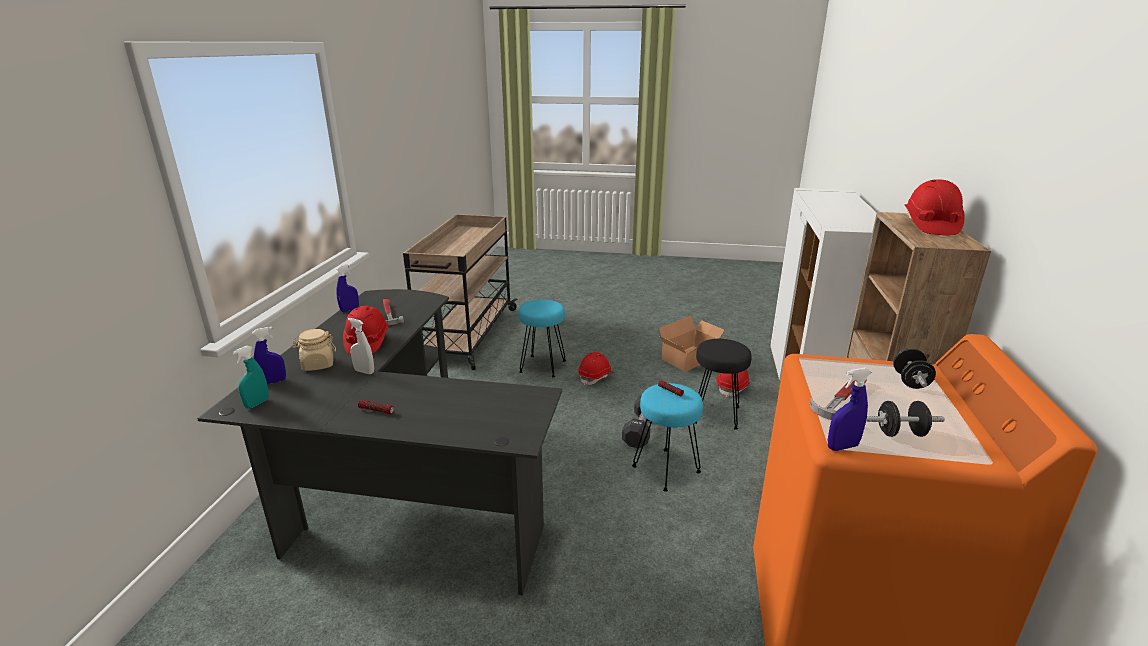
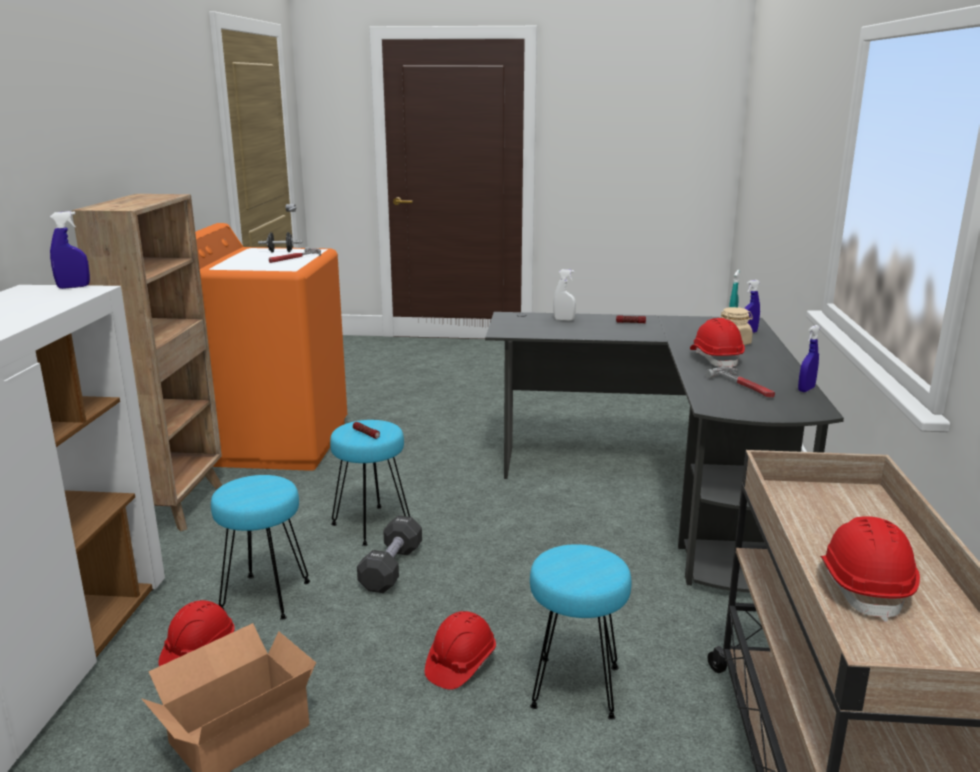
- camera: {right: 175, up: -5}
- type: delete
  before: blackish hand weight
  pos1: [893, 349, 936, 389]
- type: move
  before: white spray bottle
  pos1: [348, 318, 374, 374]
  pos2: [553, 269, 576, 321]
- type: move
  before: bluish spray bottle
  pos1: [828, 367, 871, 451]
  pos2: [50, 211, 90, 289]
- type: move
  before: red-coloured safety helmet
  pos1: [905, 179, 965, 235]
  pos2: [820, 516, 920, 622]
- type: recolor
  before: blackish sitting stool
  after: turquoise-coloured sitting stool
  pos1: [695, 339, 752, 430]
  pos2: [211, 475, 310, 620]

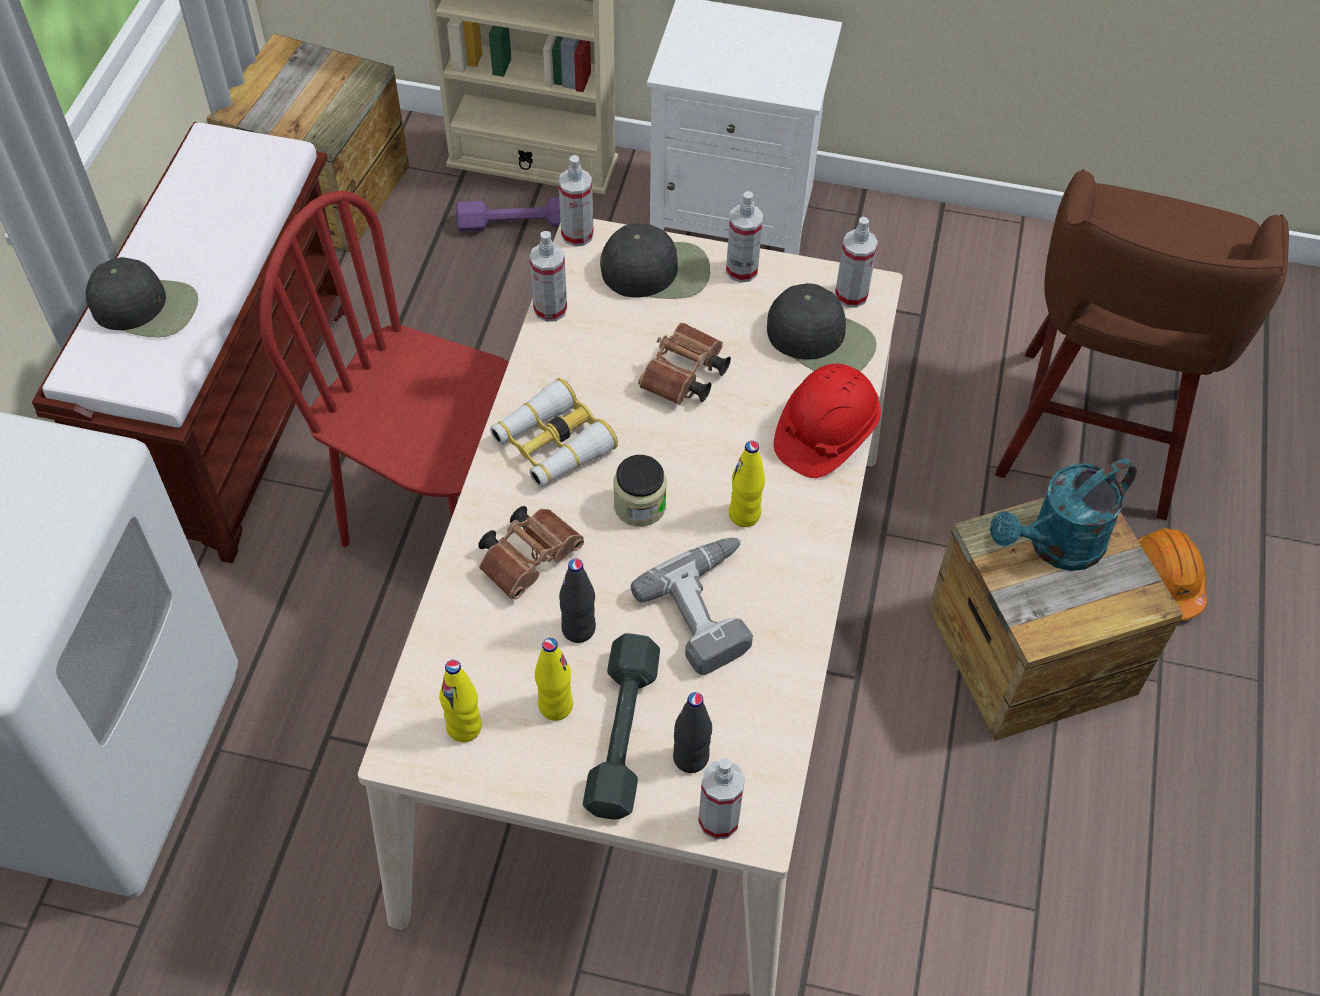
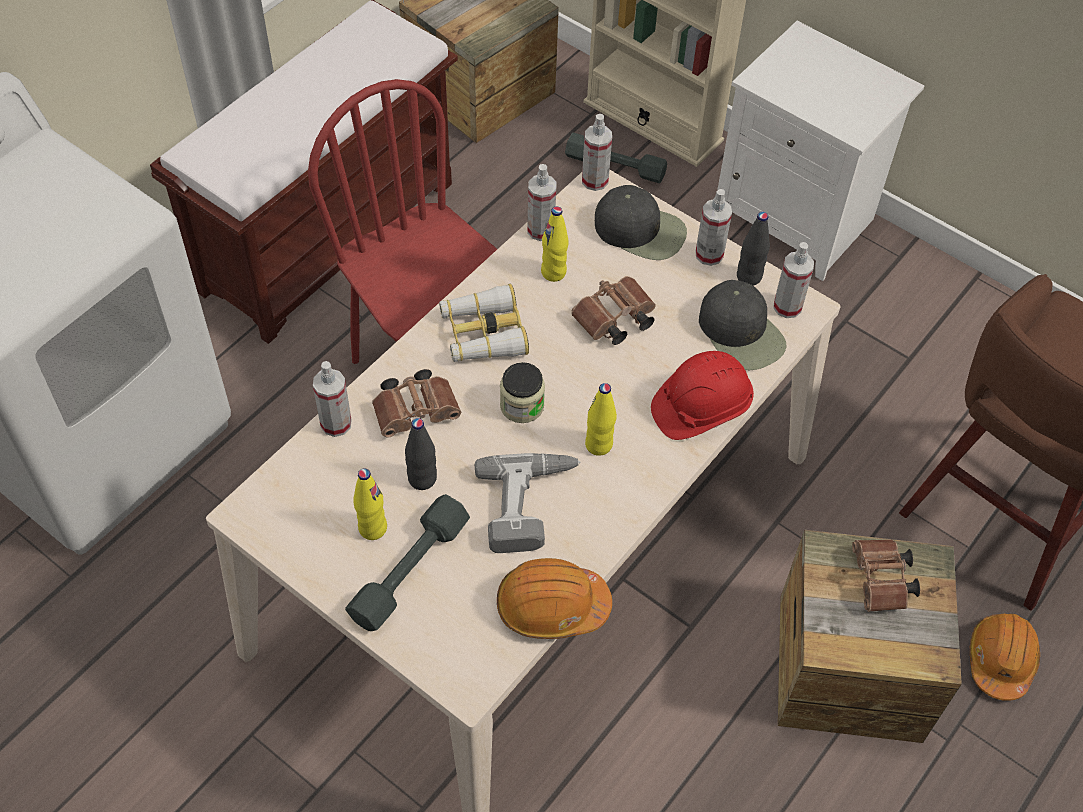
- camera: {right: 25, up: 0}
- type: delete
  before: blackish baseball cap
  pos1: [86, 257, 198, 337]
- type: insert
  after: orangey safety helmet
  pos2: [497, 558, 612, 639]
- type: move
  before: yellow beverage bottle
  pos1: [439, 660, 482, 742]
  pos2: [541, 206, 568, 282]
- type: move
  before: blackish beverage bottle
  pos1: [673, 692, 712, 773]
  pos2: [737, 212, 770, 286]
- type: move
  before: spray bottle
  pos1: [698, 758, 745, 840]
  pos2: [313, 361, 352, 437]
- type: replace
  before: turquoise-coloured watering can
  after: brown field glasses
  pos1: [990, 459, 1137, 571]
  pos2: [852, 540, 920, 612]
- type: recolor
  before: purple-coloured hand weight
  after: grey hand weight
  pos1: [456, 197, 561, 232]
  pos2: [565, 133, 667, 183]

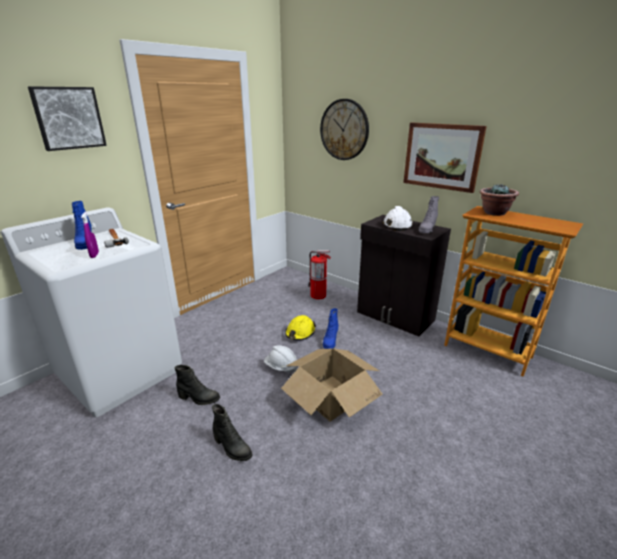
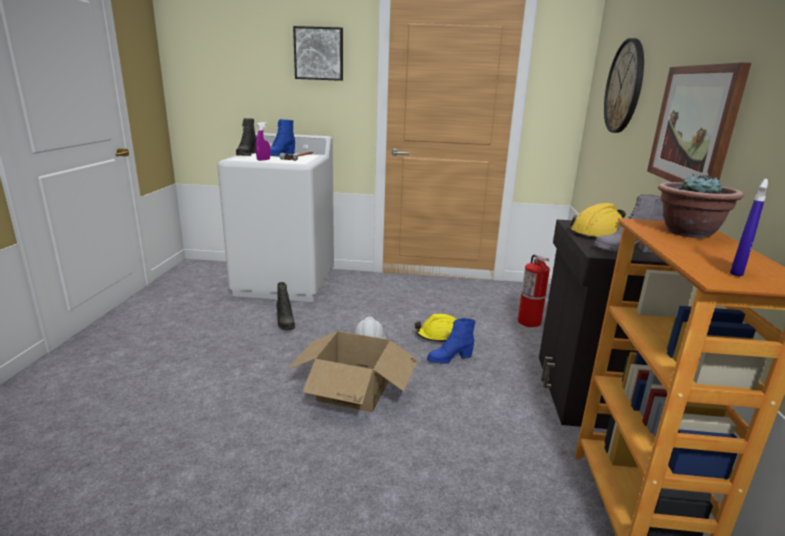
- camera: {right: 55, up: -5}
- type: insert
  after: bluish spray bottle
  pos2: [730, 179, 768, 276]
- type: move
  before: blackish tall boot
  pos1: [212, 404, 252, 461]
  pos2: [236, 118, 257, 156]
- type: recolor
  before: white safety helmet
  after: yellow safety helmet
  pos1: [383, 206, 413, 231]
  pos2: [570, 203, 626, 240]

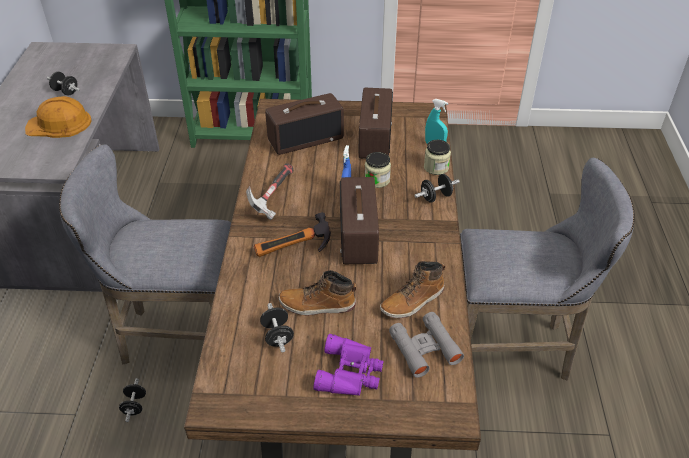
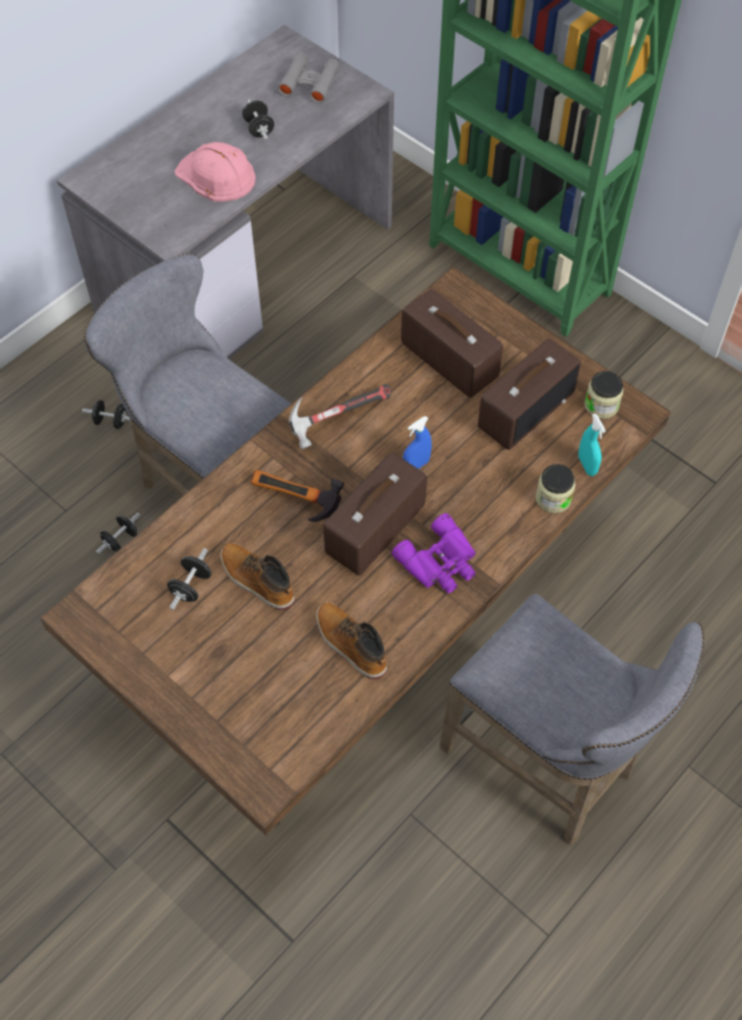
- camera: {right: 40, up: 15}
- type: move
  before: purple-coloured field glasses
  pos1: [313, 334, 383, 396]
  pos2: [392, 513, 476, 593]
- type: move
  before: storage jar
  pos1: [365, 152, 391, 188]
  pos2: [585, 371, 624, 419]
- type: move
  before: grey field glasses
  pos1: [389, 312, 464, 378]
  pos2: [278, 52, 339, 104]
- type: move
  before: blackish hand weight
  pos1: [414, 174, 460, 203]
  pos2: [82, 400, 131, 429]
- type: recolor
  before: orangey safety helmet
  after: pinkish safety helmet
  pos1: [25, 96, 92, 138]
  pos2: [175, 142, 256, 202]
- type: rotate
  before: radio
  pos1: [265, 93, 344, 155]
  pos2: [401, 289, 503, 398]
  turn: -150
- type: rotate
  before: tall boot
  pos1: [380, 261, 445, 318]
  pos2: [316, 602, 387, 680]
  turn: 45

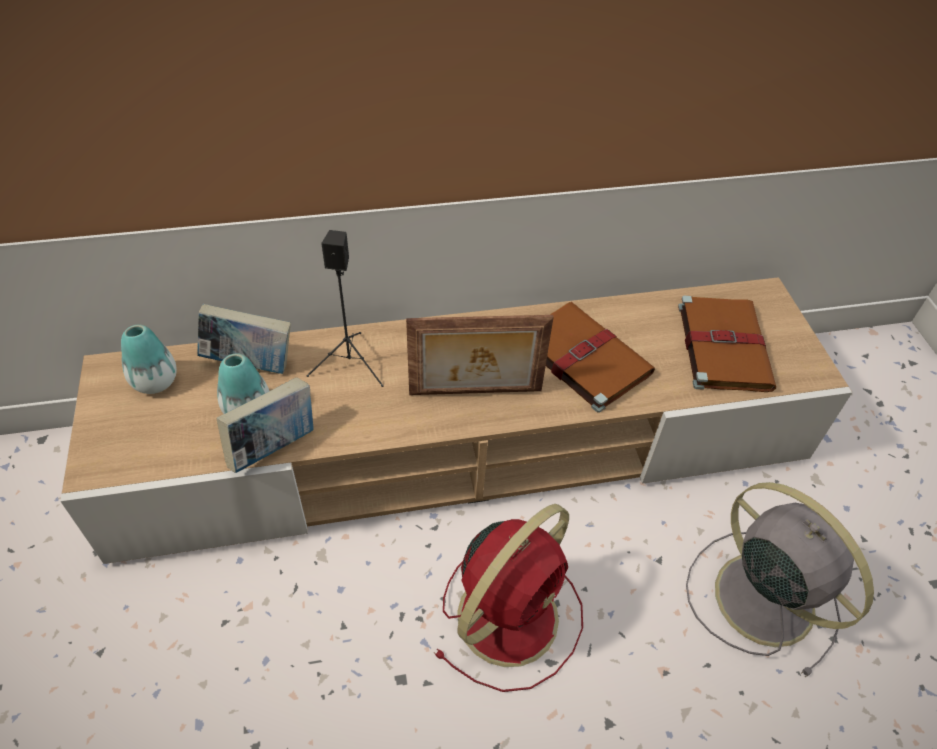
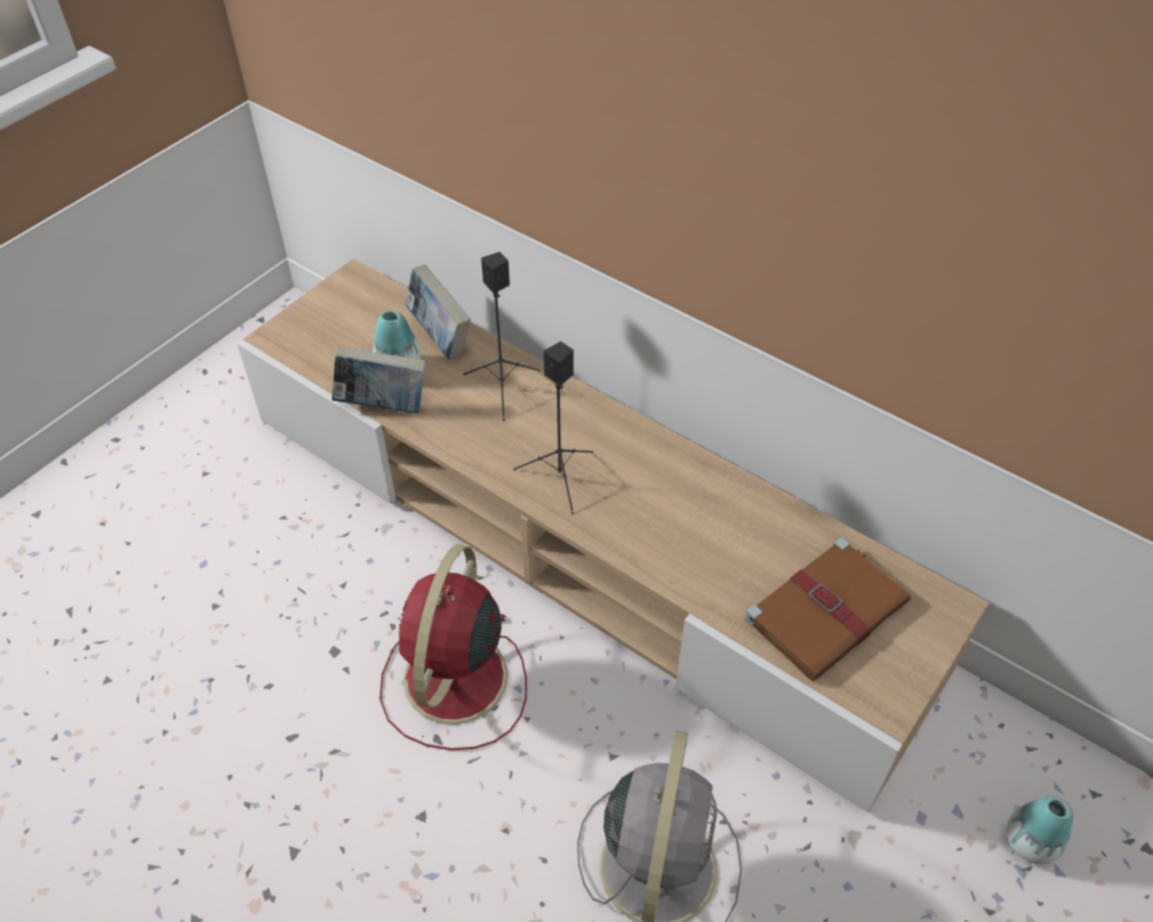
- camera: {right: 50, up: 0}
- type: delete
  before: brown book
  pos1: [546, 302, 655, 413]
- type: move
  before: decorative vase
  pos1: [121, 325, 177, 394]
  pos2: [1007, 796, 1073, 864]
- type: replace
  before: picture frame
  after: blackish speaker
  pos1: [406, 315, 554, 395]
  pos2: [514, 341, 593, 515]
- type: rotate
  before: red-coloured cooling fan
  pos1: [433, 504, 583, 692]
  pos2: [380, 544, 527, 750]
  turn: 105

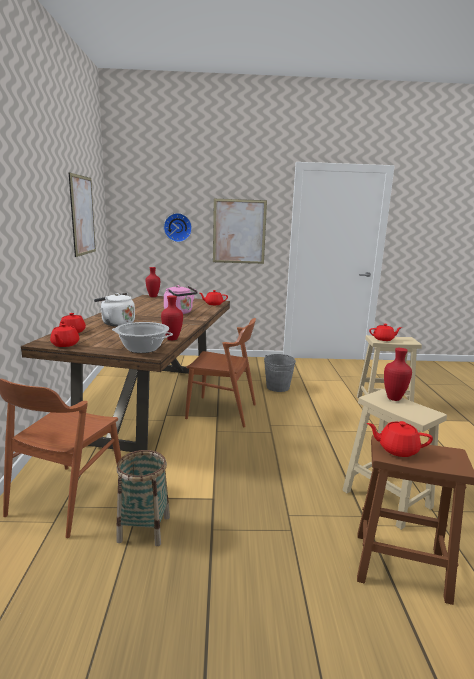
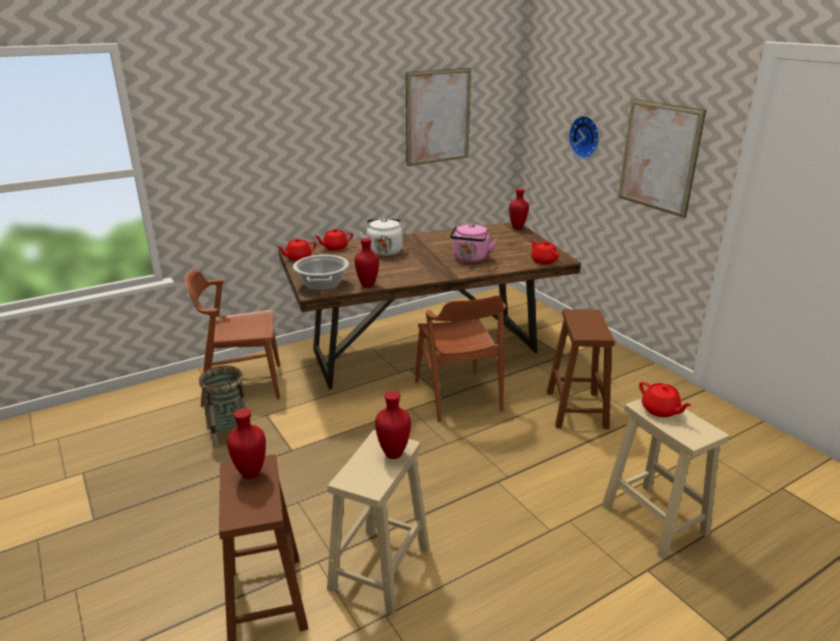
- camera: {right: 60, up: 10}
- type: replace
  before: grey bucket
  after: brown sitting stool
  pos1: [264, 354, 296, 392]
  pos2: [547, 309, 615, 429]
- type: replace
  before: red-coloured teapot
  after: red-coloured decorative vase
  pos1: [367, 421, 433, 457]
  pos2: [227, 408, 266, 479]

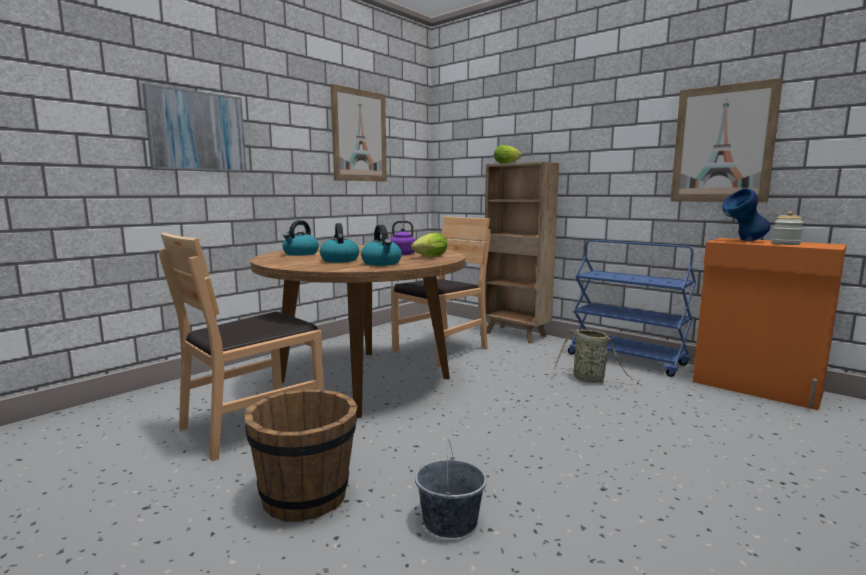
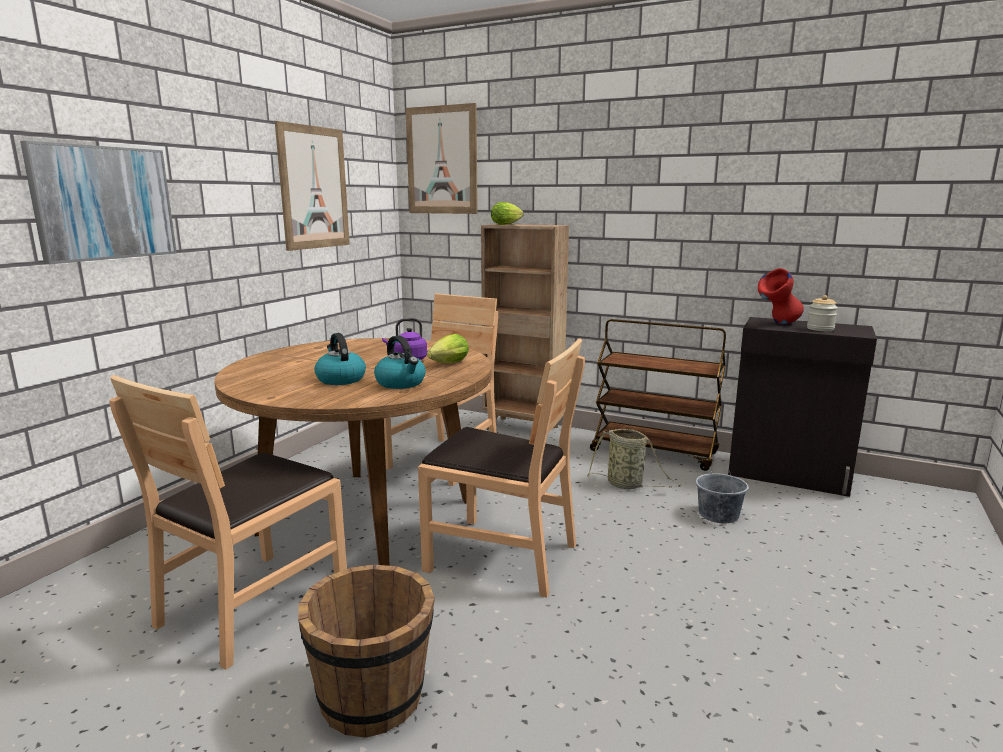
- camera: {right: -15, up: 5}
- type: delete
  before: tea kettle
  pos1: [282, 220, 319, 256]
- type: insert
  after: brown chair
  pos2: [418, 339, 585, 598]
- type: move
  before: grey bucket
  pos1: [415, 439, 487, 538]
  pos2: [696, 458, 749, 523]
- type: move
  before: wall picture
  pos1: [670, 78, 783, 202]
  pos2: [405, 103, 478, 214]
- type: recolor
  before: bluish trolley
  after: brown trolley
  pos1: [568, 240, 696, 377]
  pos2: [590, 319, 726, 471]
- type: recolor
  before: orangey storage cabinet
  after: blackish storage cabinet
  pos1: [693, 238, 847, 410]
  pos2: [728, 317, 877, 497]
- type: recolor
  before: bluish decorative vase
  after: red-coloured decorative vase
  pos1: [722, 188, 771, 241]
  pos2: [758, 268, 804, 324]

